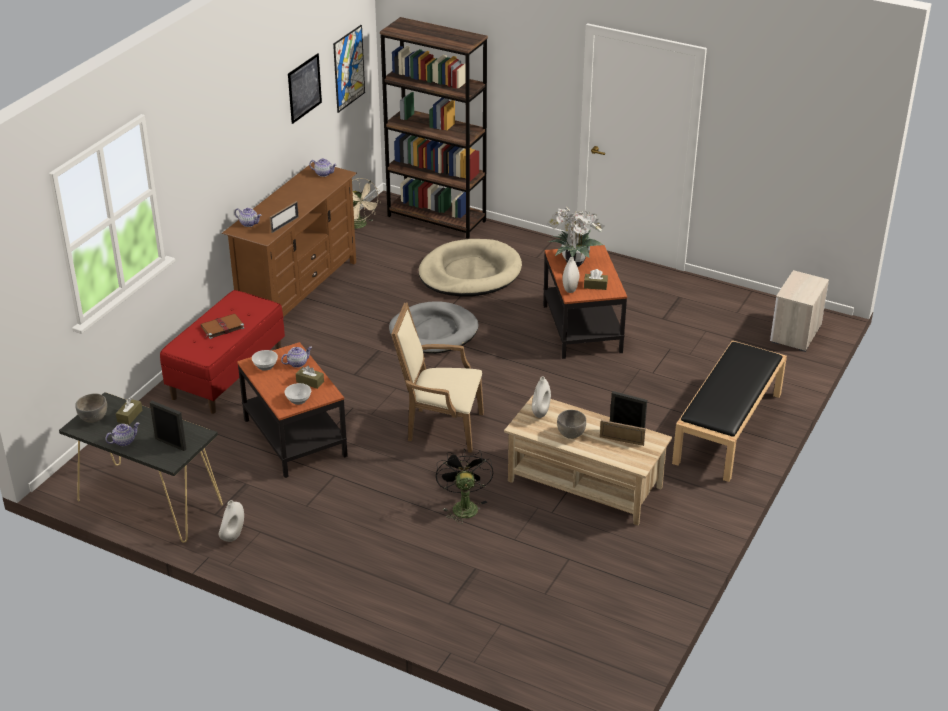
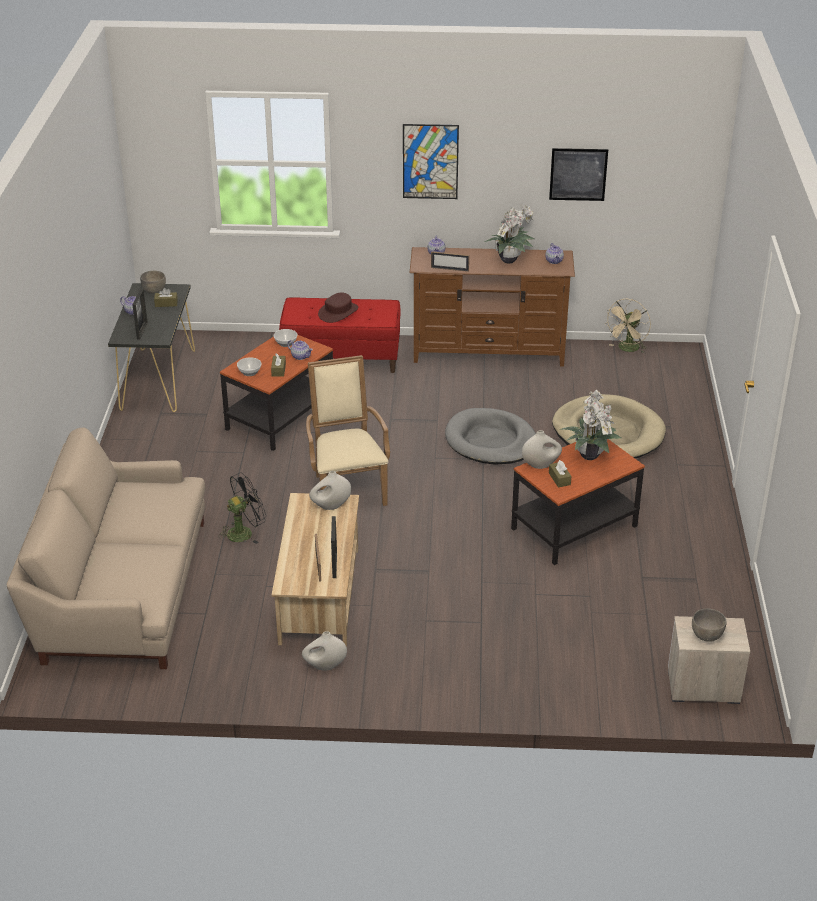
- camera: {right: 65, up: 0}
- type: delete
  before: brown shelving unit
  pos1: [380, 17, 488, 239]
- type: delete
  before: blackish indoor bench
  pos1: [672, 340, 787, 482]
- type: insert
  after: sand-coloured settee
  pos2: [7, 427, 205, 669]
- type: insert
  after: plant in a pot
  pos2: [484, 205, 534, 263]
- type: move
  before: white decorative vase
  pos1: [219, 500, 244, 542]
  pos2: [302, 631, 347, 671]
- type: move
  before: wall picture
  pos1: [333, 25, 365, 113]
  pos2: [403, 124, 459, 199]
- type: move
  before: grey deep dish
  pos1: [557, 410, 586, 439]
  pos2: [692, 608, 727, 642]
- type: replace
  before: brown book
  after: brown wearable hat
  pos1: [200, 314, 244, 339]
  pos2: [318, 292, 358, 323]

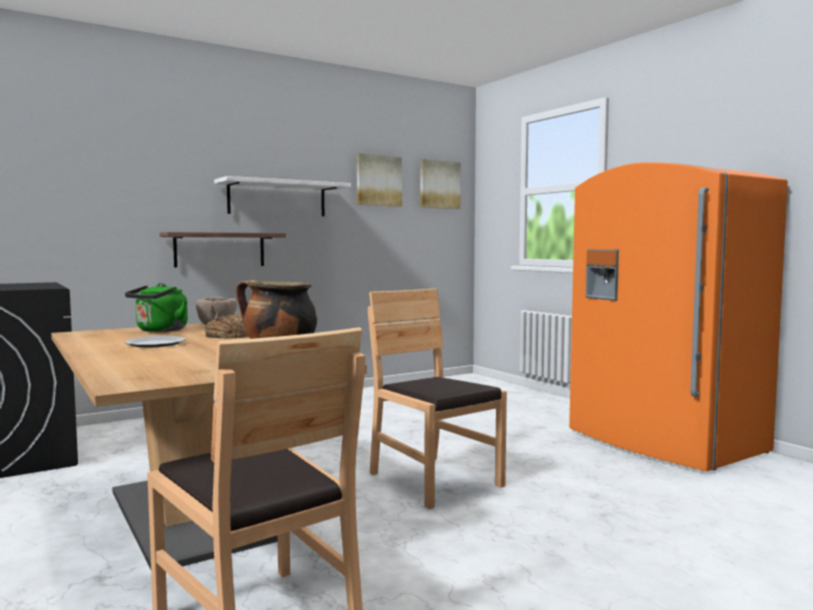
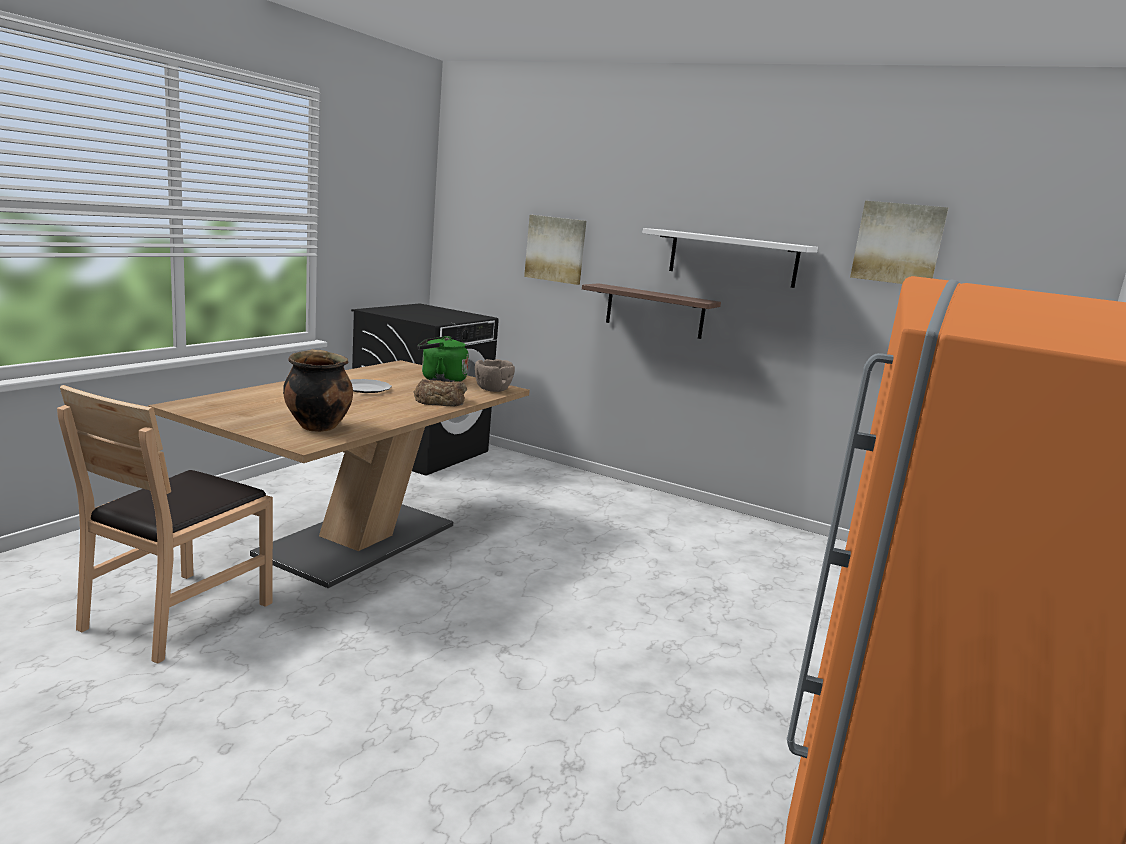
- camera: {right: 60, up: 10}
- type: delete
  before: brown chair
  pos1: [368, 288, 507, 509]
- type: move
  before: wall picture
  pos1: [420, 159, 461, 209]
  pos2: [524, 215, 586, 285]

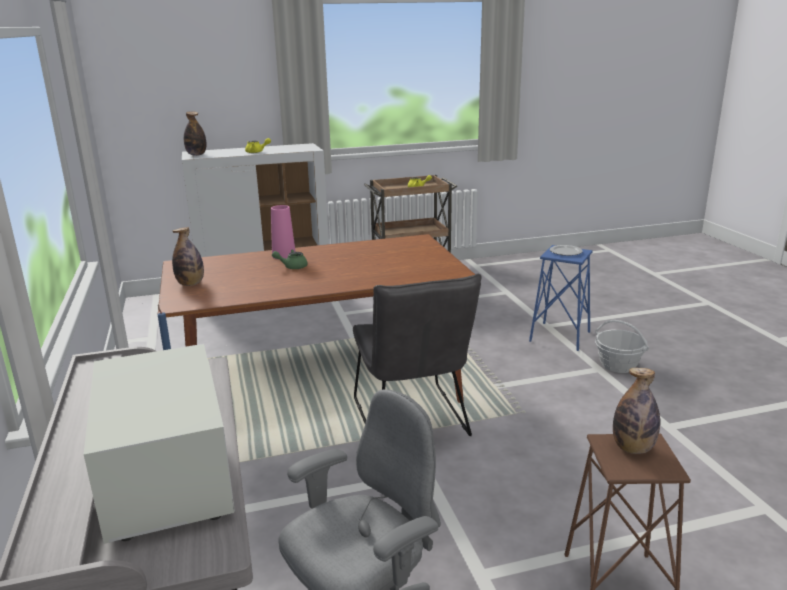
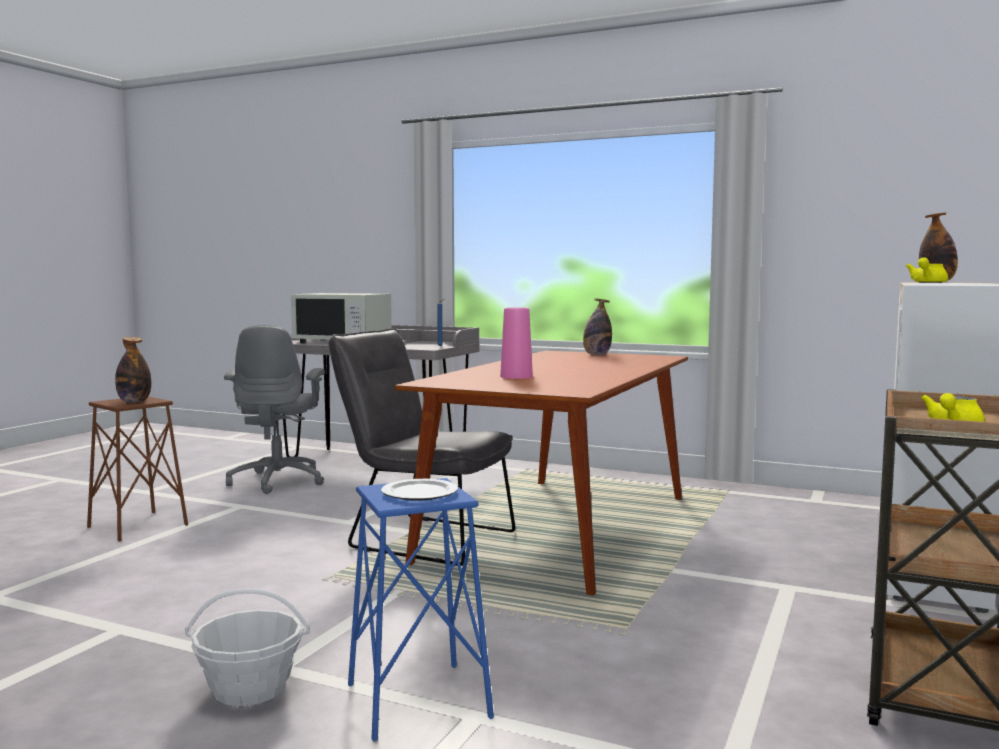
- camera: {right: 130, up: -15}
- type: delete
  before: greenish teapot
  pos1: [272, 249, 308, 269]
- type: move
  before: pinkish decorative vase
  pos1: [271, 205, 296, 260]
  pos2: [500, 308, 533, 379]

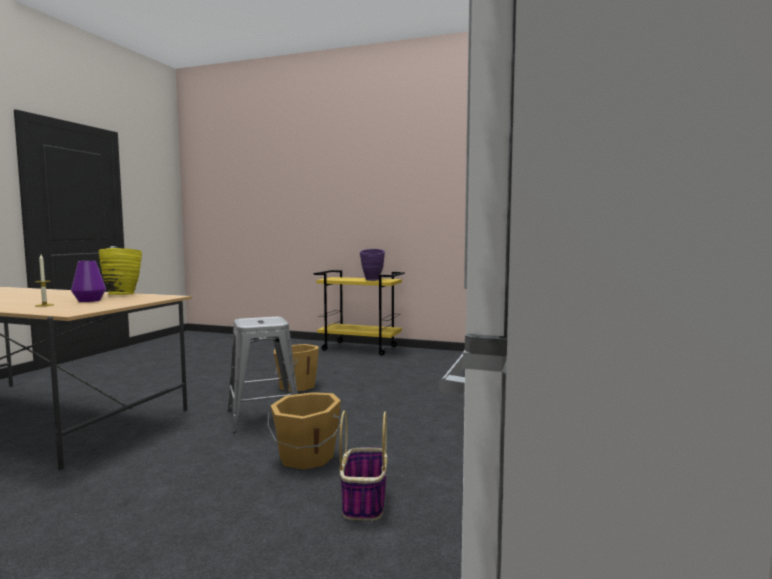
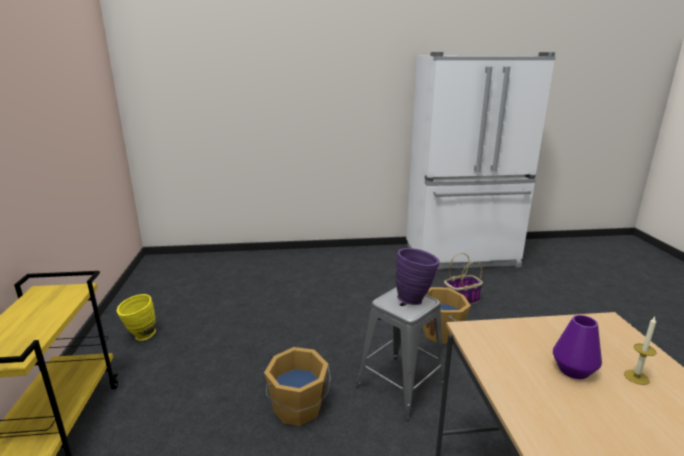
- camera: {right: -115, up: 15}
- type: move
  before: yellow decorative vase
  pos1: [98, 248, 142, 295]
  pos2: [117, 294, 156, 341]
- type: move
  before: purple-coloured decorative vase
  pos1: [360, 249, 385, 281]
  pos2: [396, 248, 440, 305]

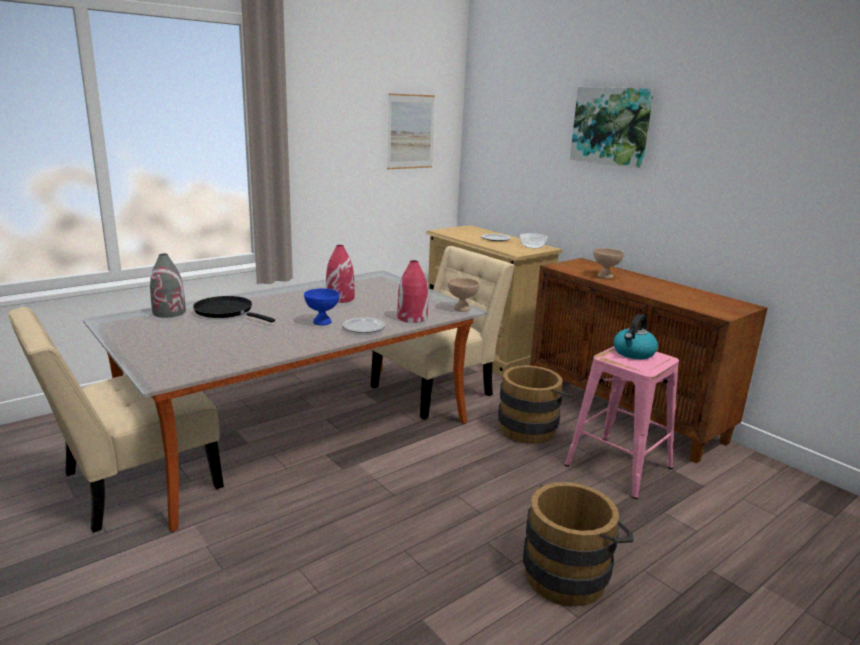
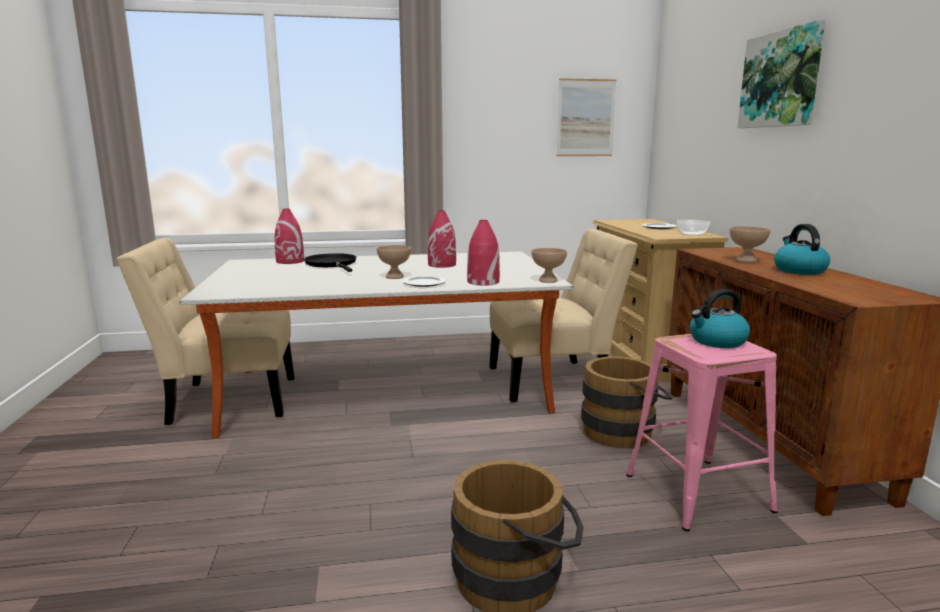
- camera: {right: 30, up: -5}
- type: insert
  after: tea kettle
  pos2: [774, 224, 830, 275]
- type: recolor
  before: grey decorative vase
  after: red-coloured decorative vase
  pos1: [150, 254, 186, 317]
  pos2: [275, 209, 304, 264]
- type: recolor
  before: bluish deep dish
  after: sand-coloured deep dish
  pos1: [304, 288, 339, 325]
  pos2: [377, 245, 411, 279]

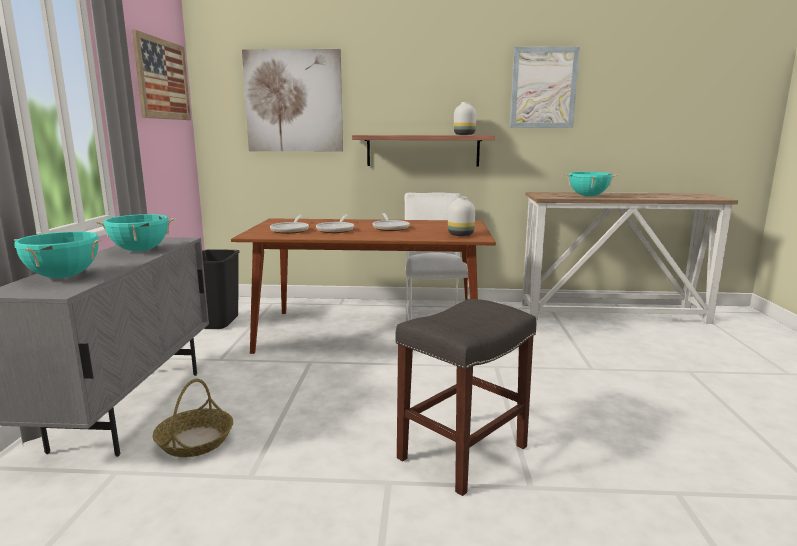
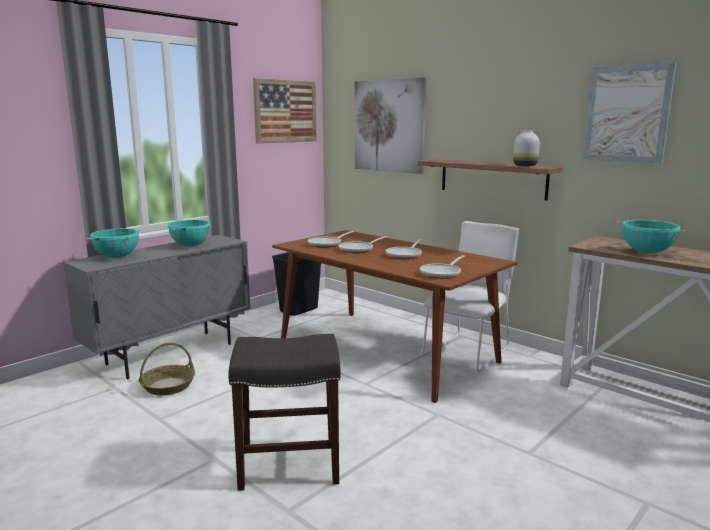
- camera: {right: 40, up: 0}
- type: replace
  before: white decorative vase
  after: pan
  pos1: [448, 197, 475, 236]
  pos2: [420, 255, 465, 279]

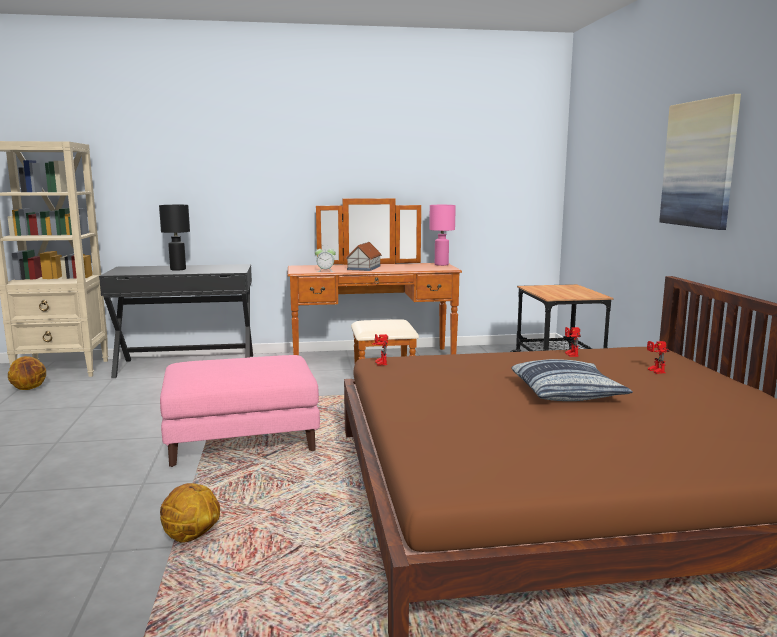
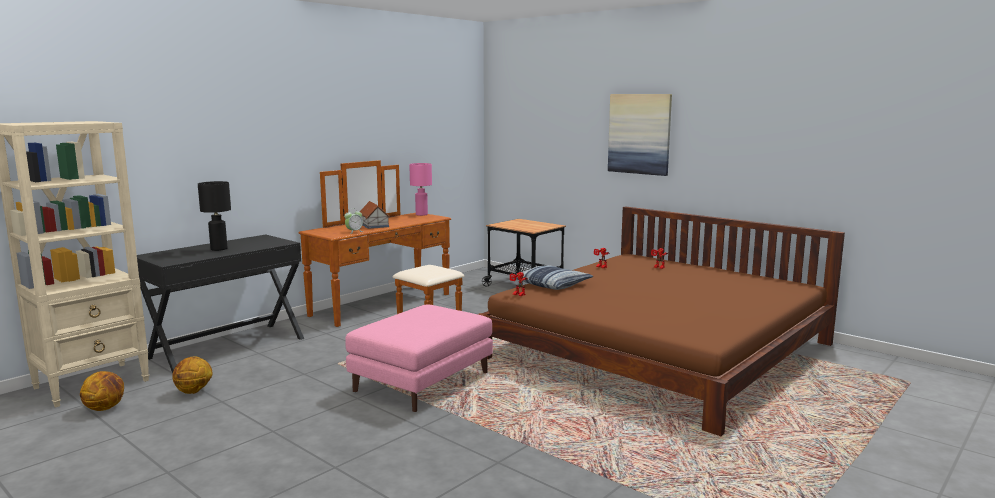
- camera: {right: -40, up: 0}
- type: move
  before: basketball
  pos1: [160, 483, 220, 543]
  pos2: [172, 356, 213, 394]
- type: move
  before: throw pillow
  pos1: [511, 359, 633, 401]
  pos2: [516, 265, 593, 290]

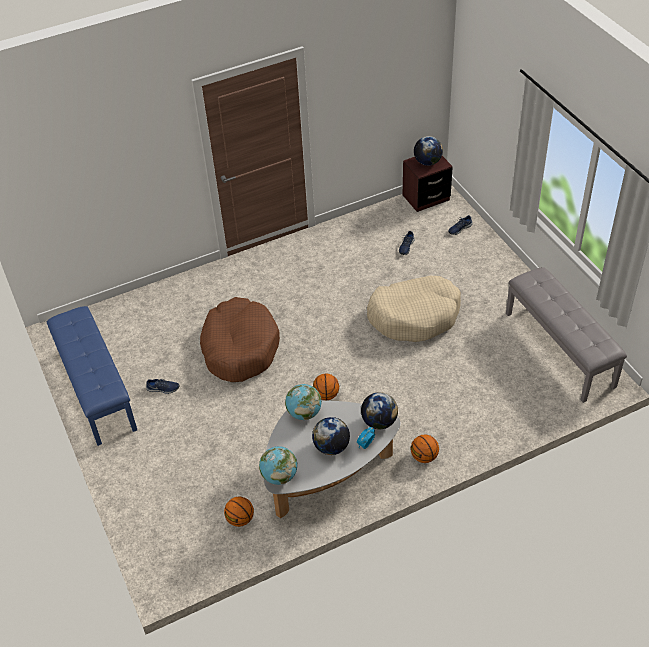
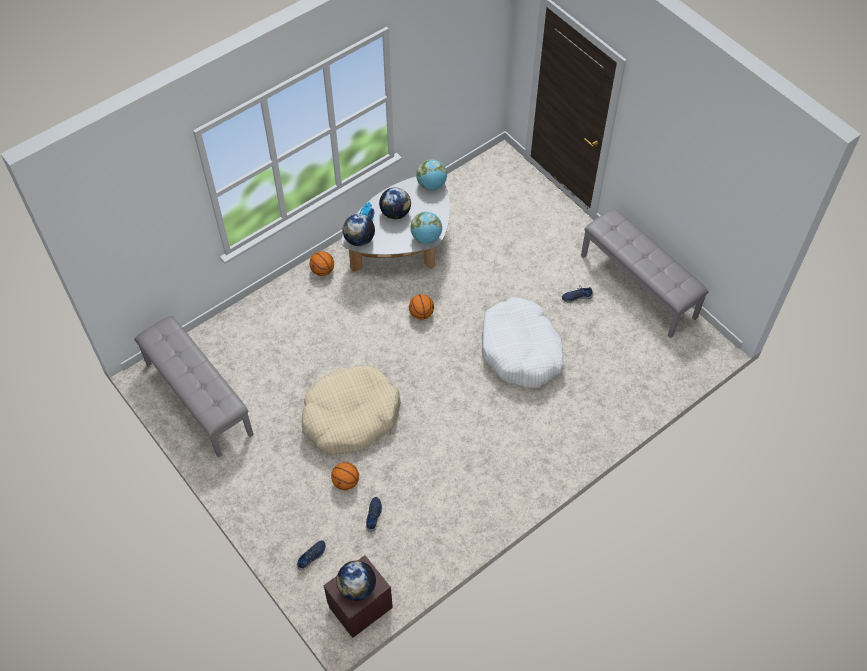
- camera: {right: 165, up: 10}
- type: move
  before: basketball
  pos1: [224, 496, 254, 527]
  pos2: [331, 462, 359, 490]
- type: recolor
  before: bluish indoor bench
  after: grey indoor bench
  pos1: [47, 306, 137, 446]
  pos2: [581, 209, 708, 338]
- type: recolor
  before: brown dog bed
  after: white dog bed
  pos1: [200, 297, 280, 382]
  pos2: [482, 297, 563, 388]

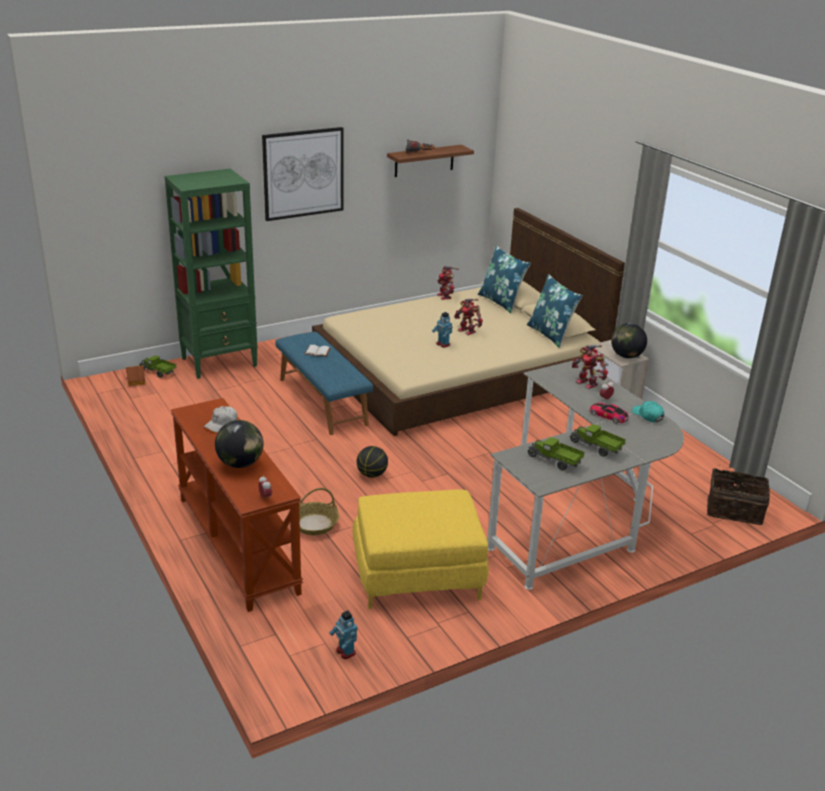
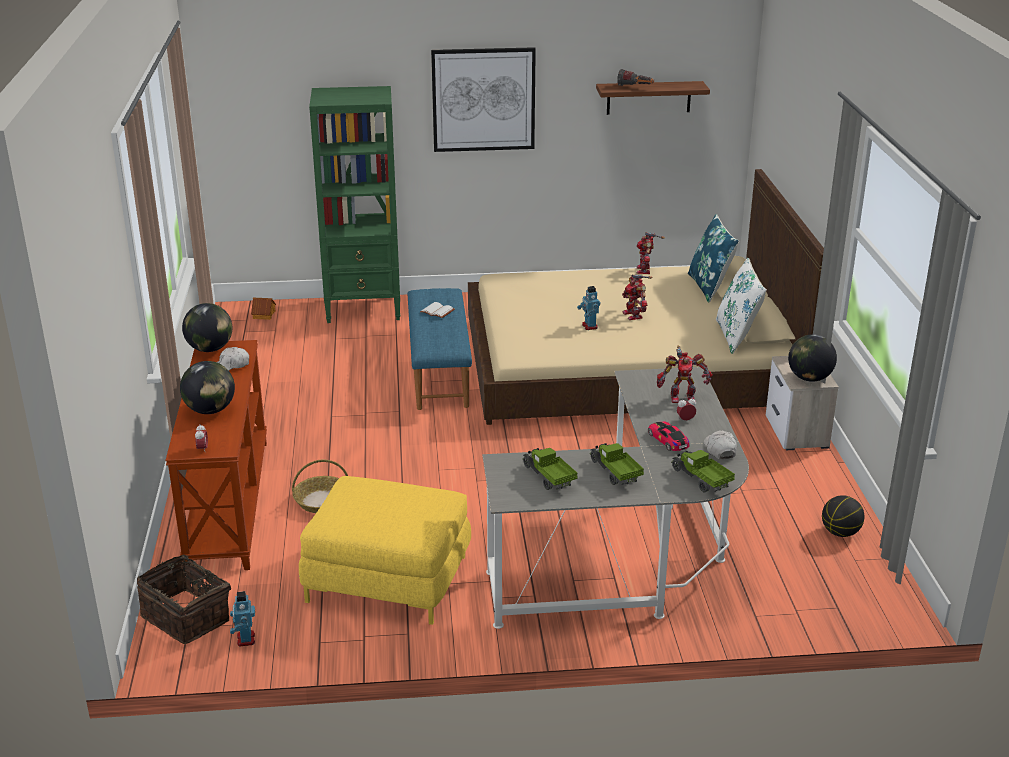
- camera: {right: 25, up: 0}
- type: insert
  after: globe
  pos2: [182, 303, 232, 352]
- type: move
  before: model truck
  pos1: [139, 355, 176, 378]
  pos2: [671, 450, 735, 492]
- type: move
  before: basketball
  pos1: [357, 446, 388, 478]
  pos2: [822, 495, 865, 537]
- type: move
  before: storage basket
  pos1: [707, 465, 770, 525]
  pos2: [137, 555, 231, 644]
- type: recolor
  before: bluish throw pillow
  after: white throw pillow
  pos1: [527, 274, 583, 348]
  pos2: [716, 258, 767, 354]
- type: recolor
  before: turquoise-coloured baseball cap
  after: white baseball cap
  pos1: [632, 401, 664, 423]
  pos2: [703, 430, 737, 459]
- type: rotate
  before: toy robot
  pos1: [572, 345, 608, 389]
  pos2: [657, 346, 713, 403]
  turn: -75

